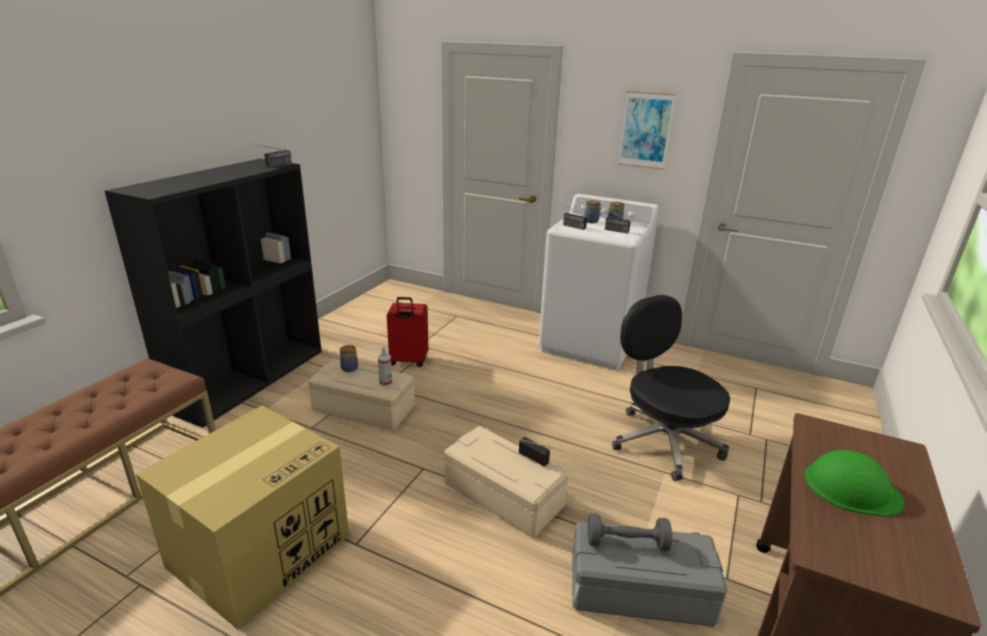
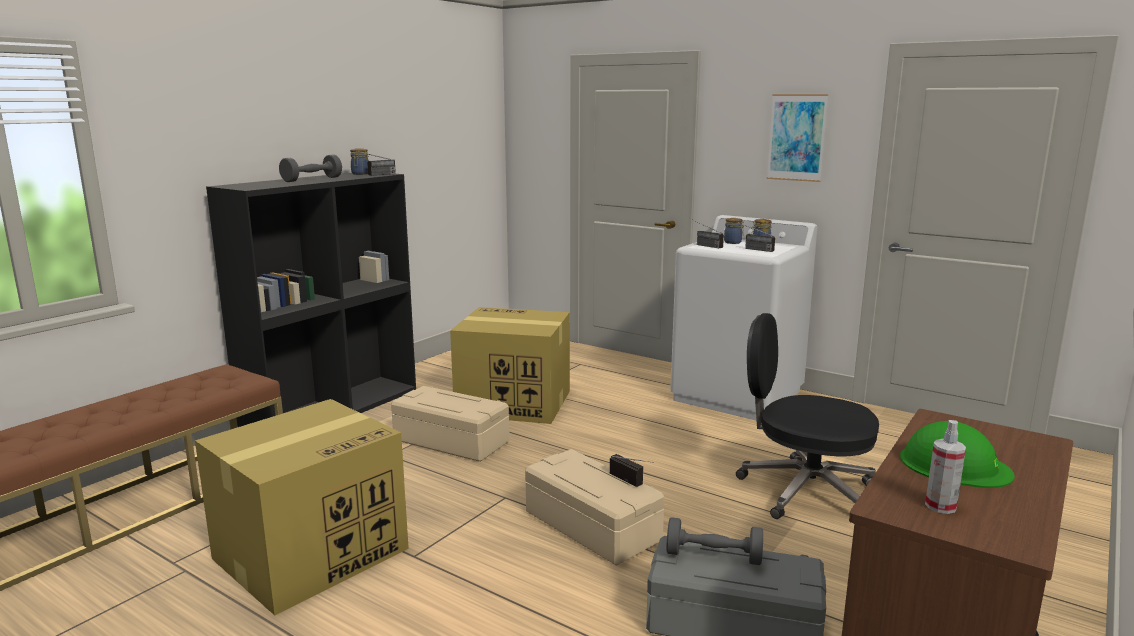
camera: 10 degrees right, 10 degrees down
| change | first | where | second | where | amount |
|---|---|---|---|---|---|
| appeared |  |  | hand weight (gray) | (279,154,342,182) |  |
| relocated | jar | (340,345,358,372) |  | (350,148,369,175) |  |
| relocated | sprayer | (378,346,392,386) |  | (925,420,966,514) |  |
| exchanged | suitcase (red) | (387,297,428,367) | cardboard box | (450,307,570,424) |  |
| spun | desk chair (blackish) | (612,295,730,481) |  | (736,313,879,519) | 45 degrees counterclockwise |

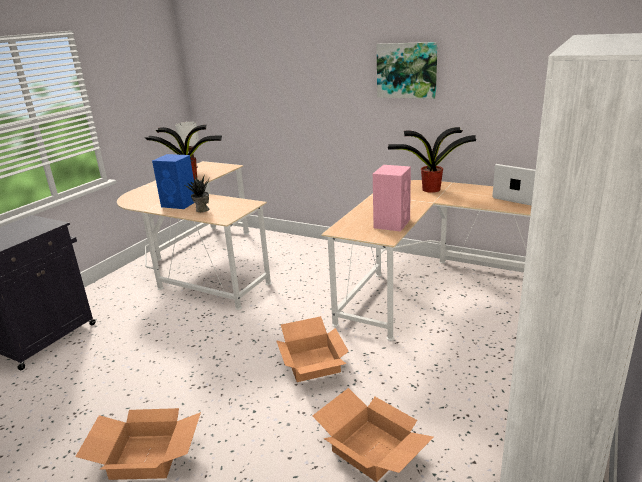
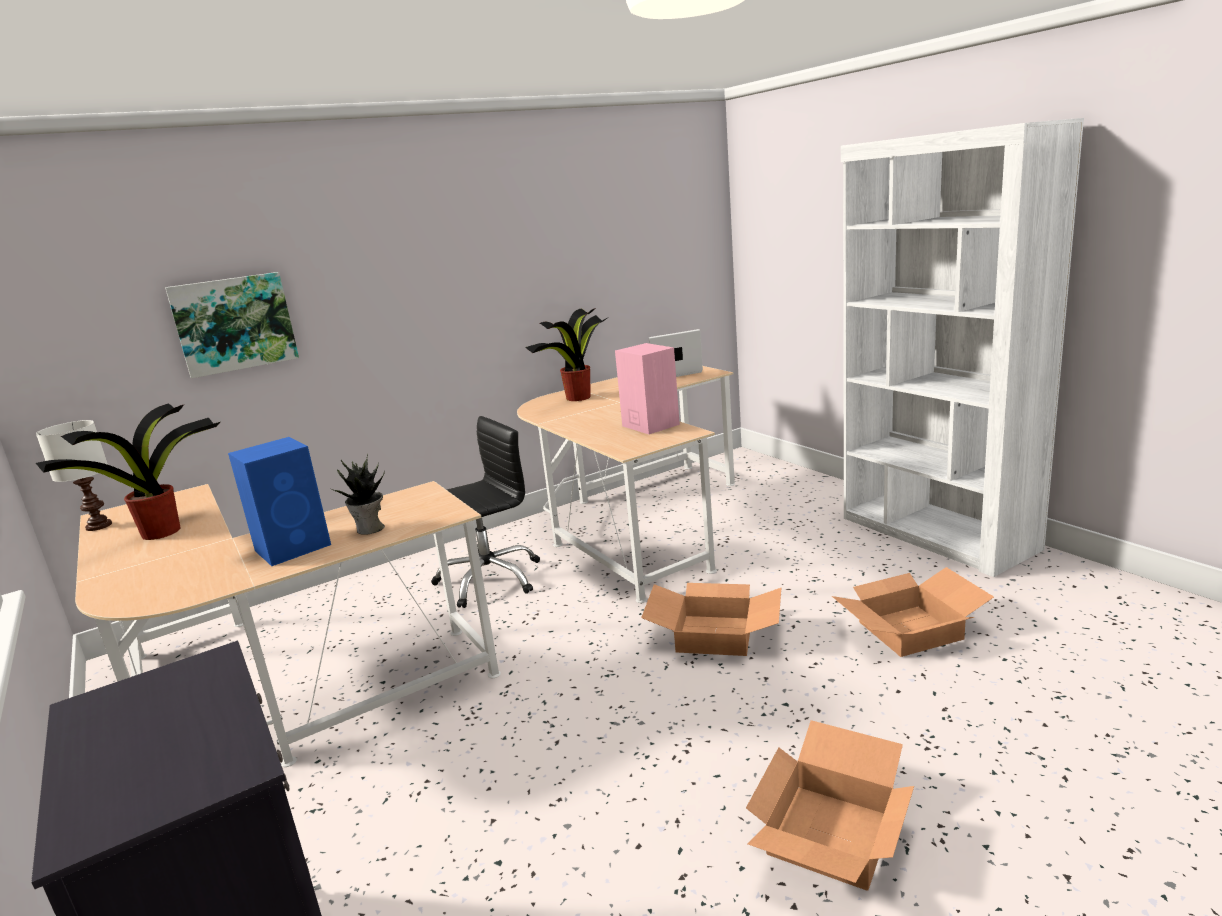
camera: 60 degrees left, 5 degrees down
| change | first | where | second | where | amount |
|---|---|---|---|---|---|
| appeared |  |  | desk chair (blackish) | (431,416,540,608) |  |
| relocated | picture | (377,42,438,99) |  | (165,272,299,378) |  |

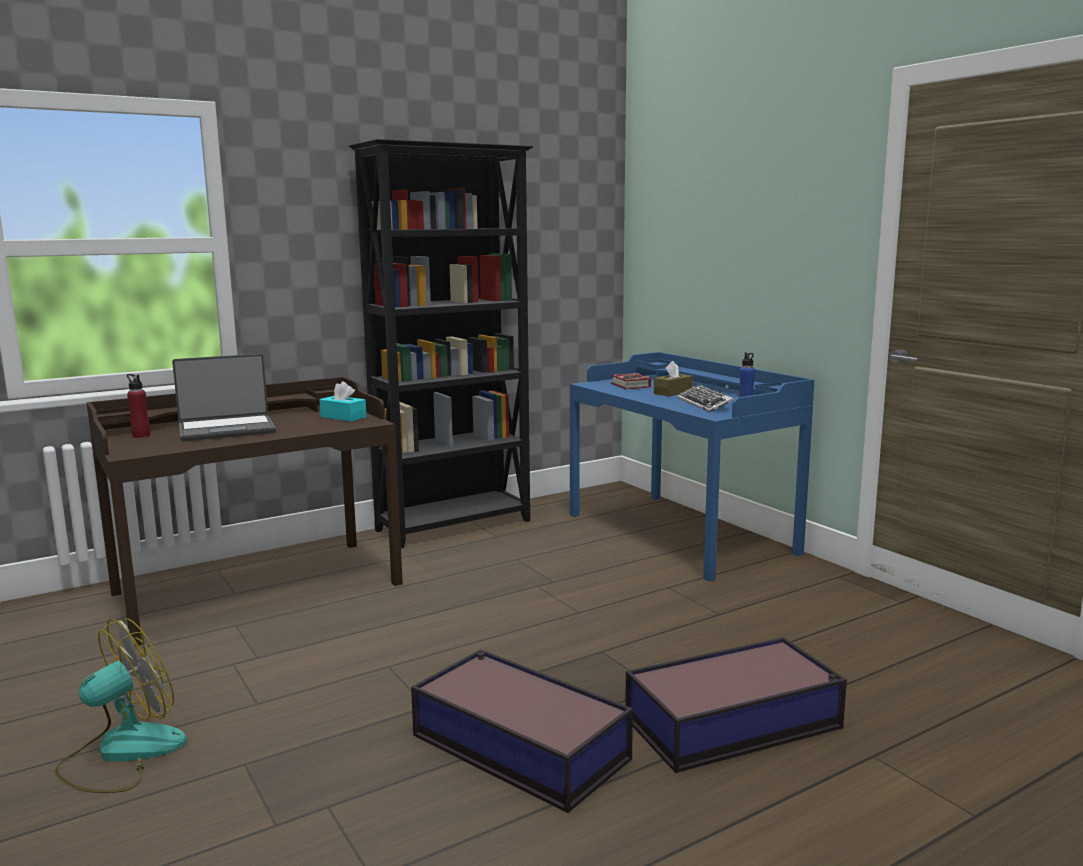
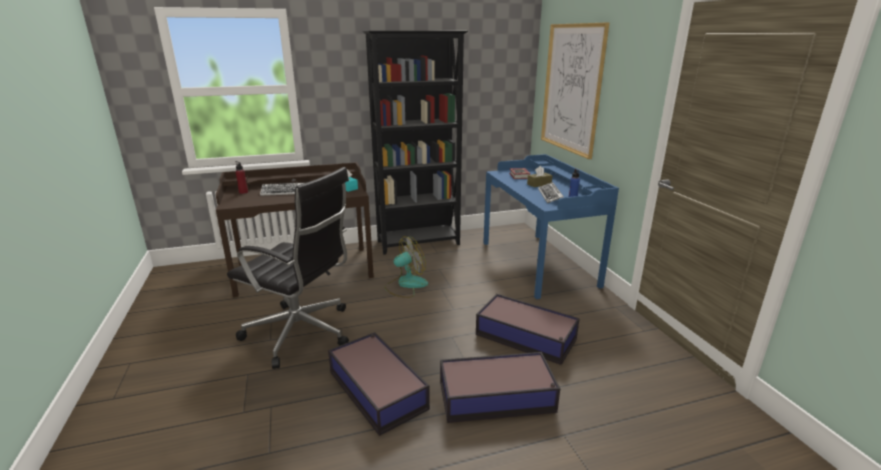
camera: 15 degrees right, 10 degrees up
| change | first | where | second | where | amount |
|---|---|---|---|---|---|
| appeared |  |  | desk chair (blackish) | (227,167,349,369) |  |
| appeared |  |  | storage bin | (476,294,580,365) |  |
| appeared |  |  | picture | (541,22,609,159) |  |
| relocated | cooling fan | (55,618,187,793) |  | (384,236,428,298) |  |
| exchanged | portable computer | (172,354,276,442) | PC keyboard | (260,183,304,196) |  |

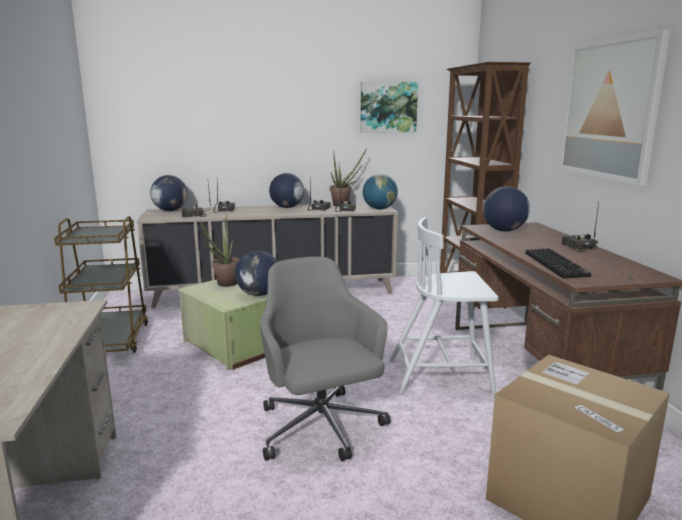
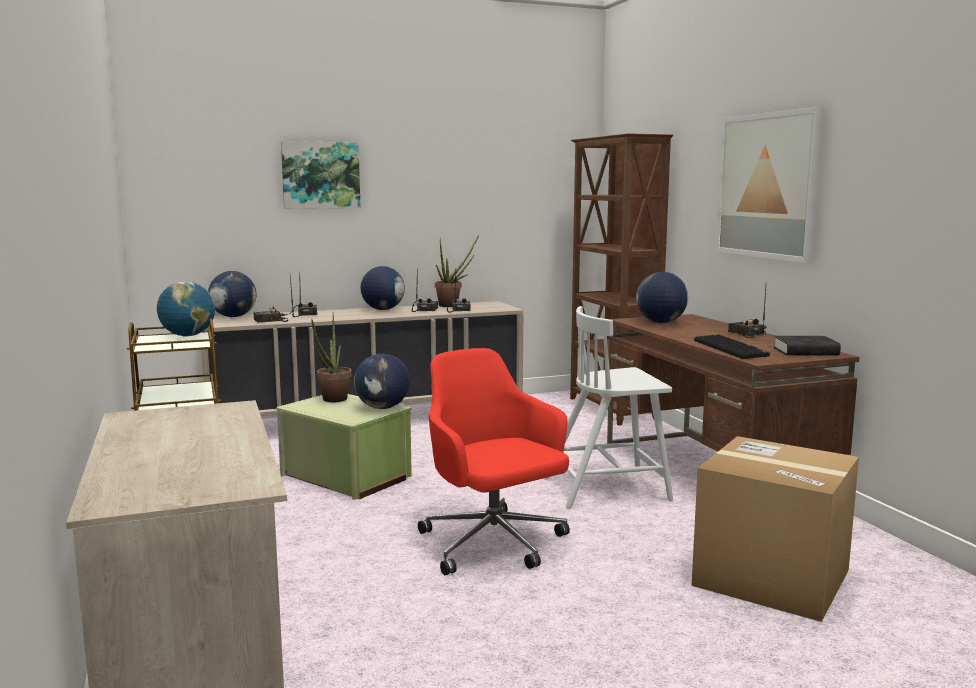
camera: 10 degrees left, 5 degrees down
| change | first | where | second | where | amount |
|---|---|---|---|---|---|
| appeared |  |  | bound book (blackish) | (774,336,841,356) |  |
| relocated | picture | (360,82,418,133) |  | (281,141,361,209) |  |
| relocated | world globe | (363,174,398,210) |  | (157,281,215,337) |  |
| colour | desk chair (gray) | (260,256,390,461) | desk chair (red) | (418,348,570,575) |  |

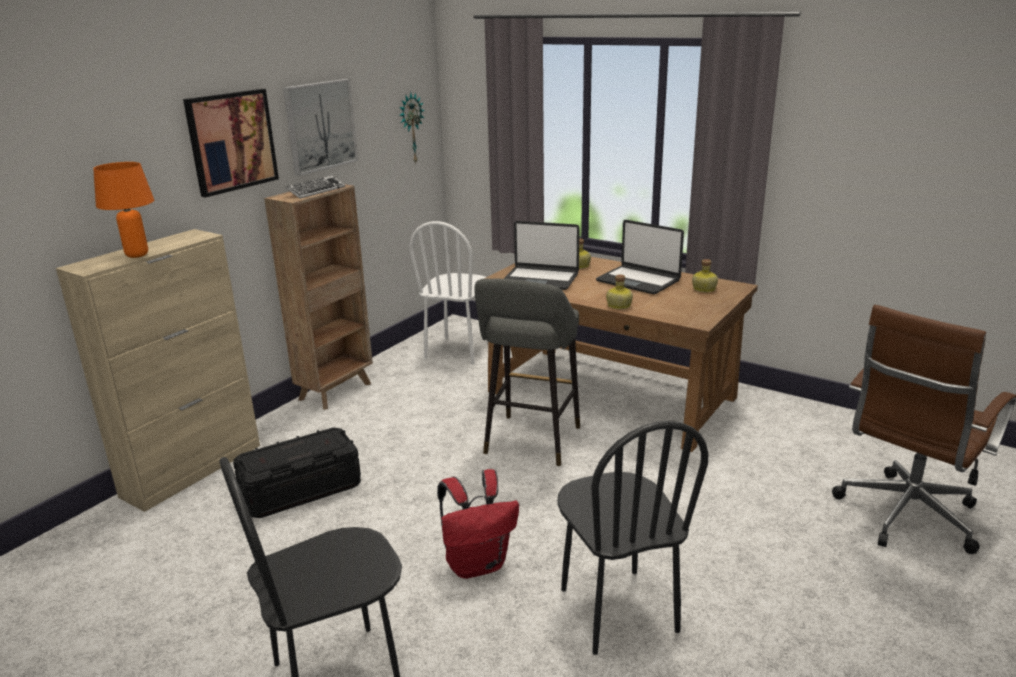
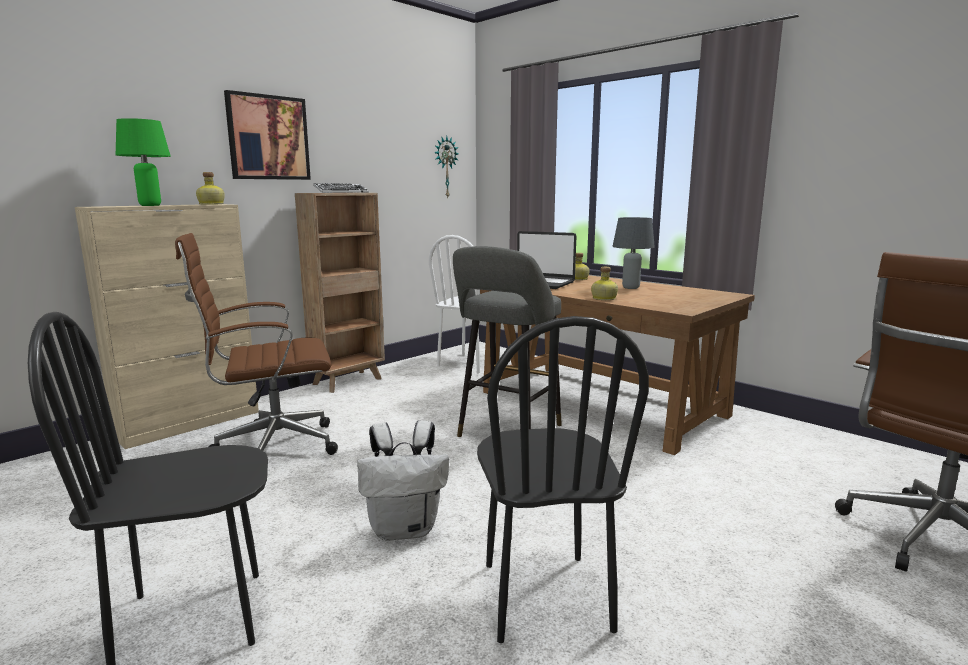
camera: 10 degrees right, 10 degrees down
| change | first | where | second | where | amount |
|---|---|---|---|---|---|
| missing | picture | (283,79,358,176) |  |  |  |
| relocated | bottle | (692,259,718,292) |  | (196,172,225,205) |  |
| exchanged | storage bin (blackish) | (233,427,361,518) | desk chair (brownish) | (175,233,338,455) |  |
| exchanged | portable computer | (596,220,684,294) | tabletop lamp (gray) | (612,217,655,289) |  |
| colour | tabletop lamp (orangey) | (93,162,154,258) | tabletop lamp (green-coloured) | (116,118,171,206) |  |
| colour | knapsack (red) | (437,469,519,579) | knapsack (white-coloured) | (357,420,449,541) |  |

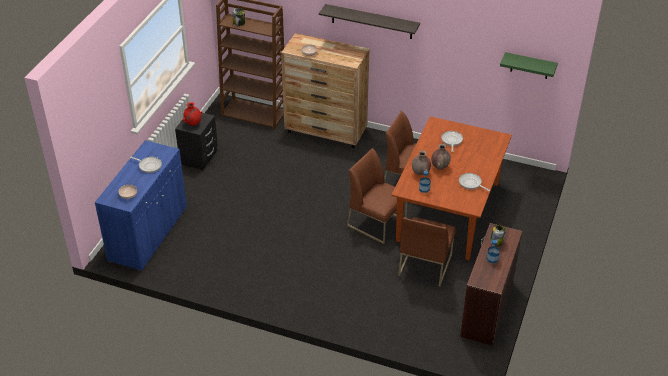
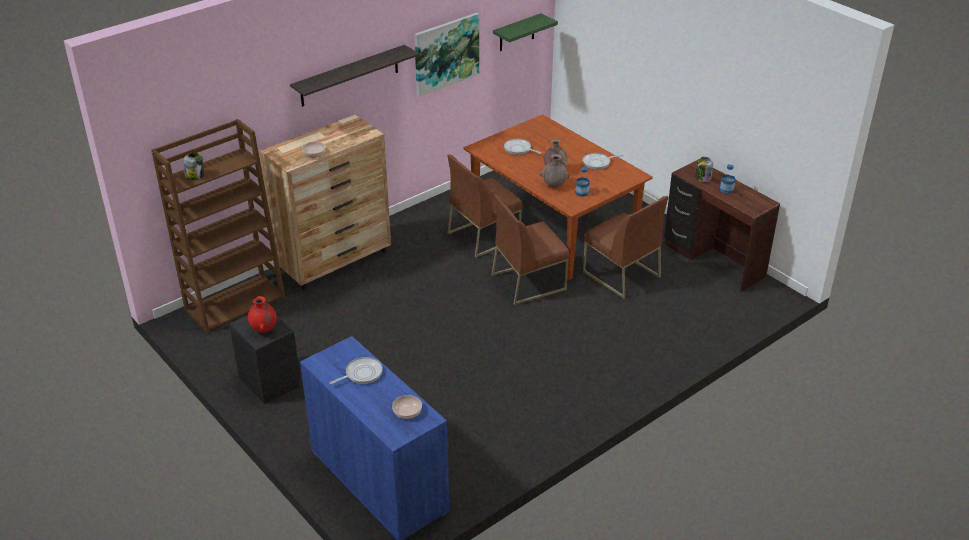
camera: 60 degrees left, 5 degrees down
| change | first | where | second | where | amount |
|---|---|---|---|---|---|
| appeared |  |  | picture | (414,13,479,97) |  |

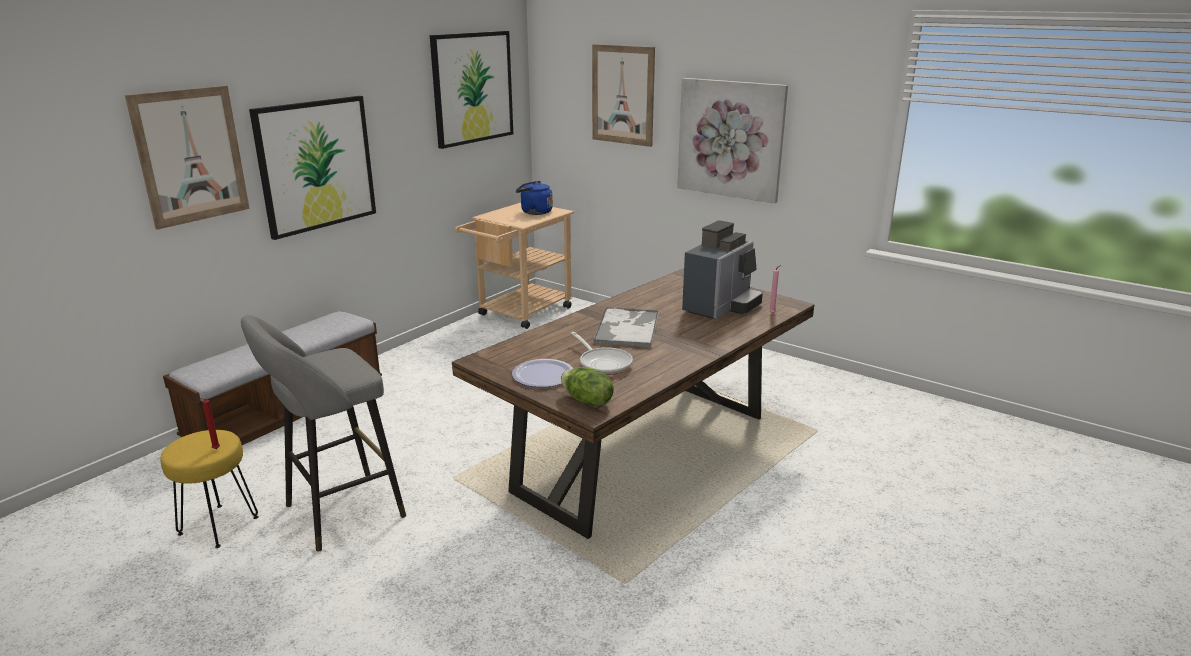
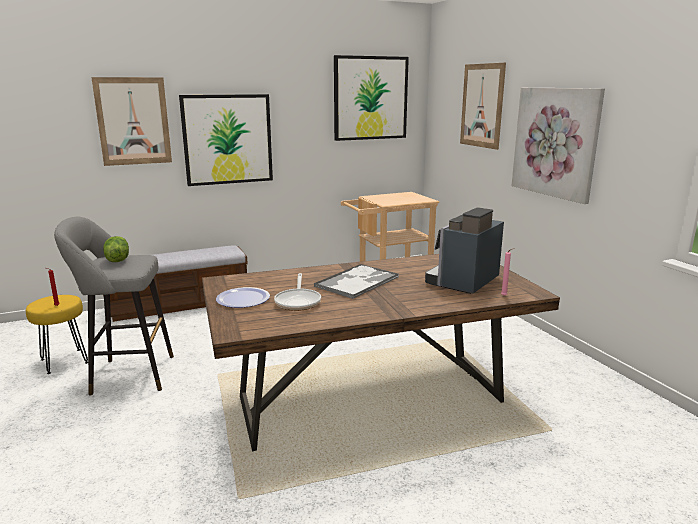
camera: 30 degrees right, 5 degrees down
| change | first | where | second | where | amount |
|---|---|---|---|---|---|
| missing | water kettle (blue) | (516,181,553,215) |  |  |  |
| relocated | head of lettuce | (561,367,614,407) |  | (103,236,129,262) |  |
| spun | coffee machine | (682,220,763,319) |  | (425,207,504,294) | 150 degrees clockwise |

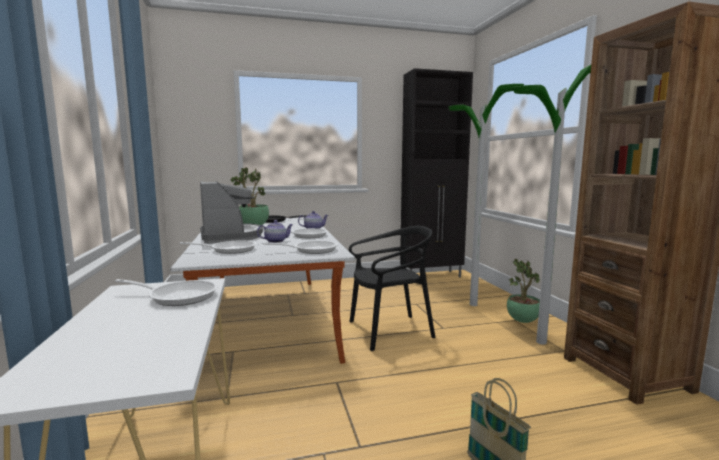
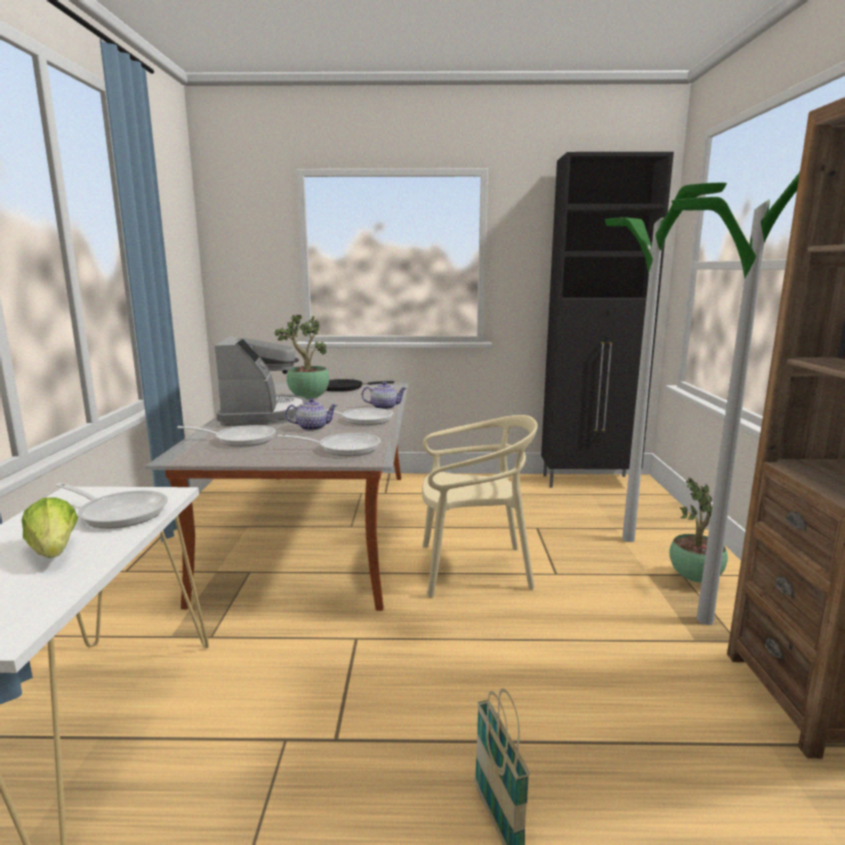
camera: 15 degrees right, 5 degrees up
| change | first | where | second | where | amount |
|---|---|---|---|---|---|
| appeared |  |  | head of lettuce | (22,497,78,558) |  |
| colour | upright chair (blackish) | (349,226,435,351) | upright chair (beige) | (422,415,538,598) |  |

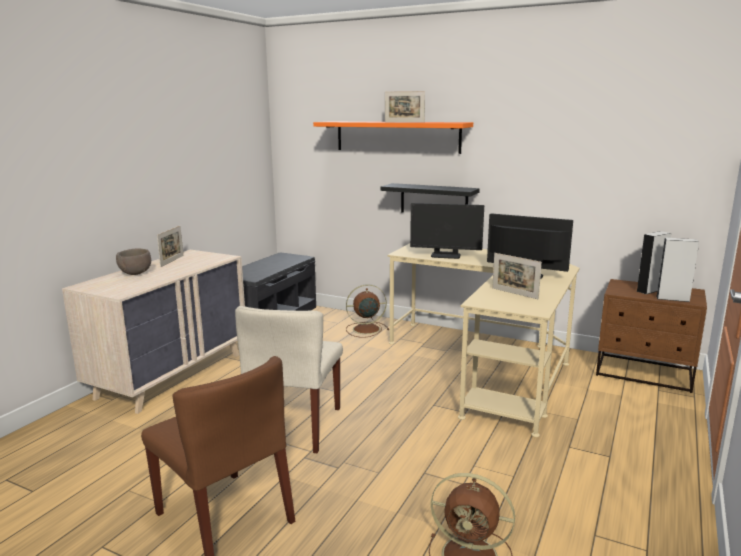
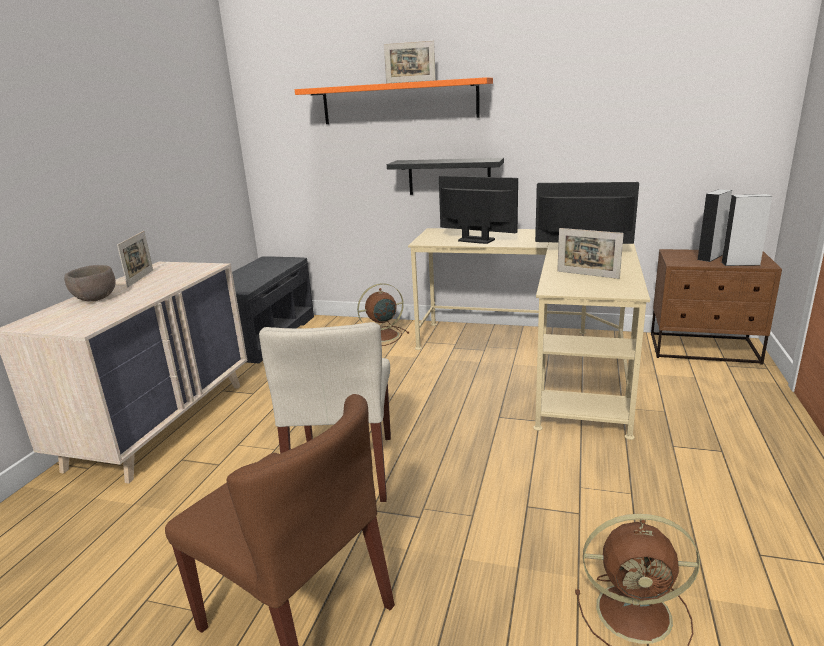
camera: 10 degrees left, 5 degrees up
| change | first | where | second | where | amount |
|---|---|---|---|---|---|
| spun | monitor | (410,203,484,259) |  | (439,176,518,244) | 150 degrees counterclockwise |

